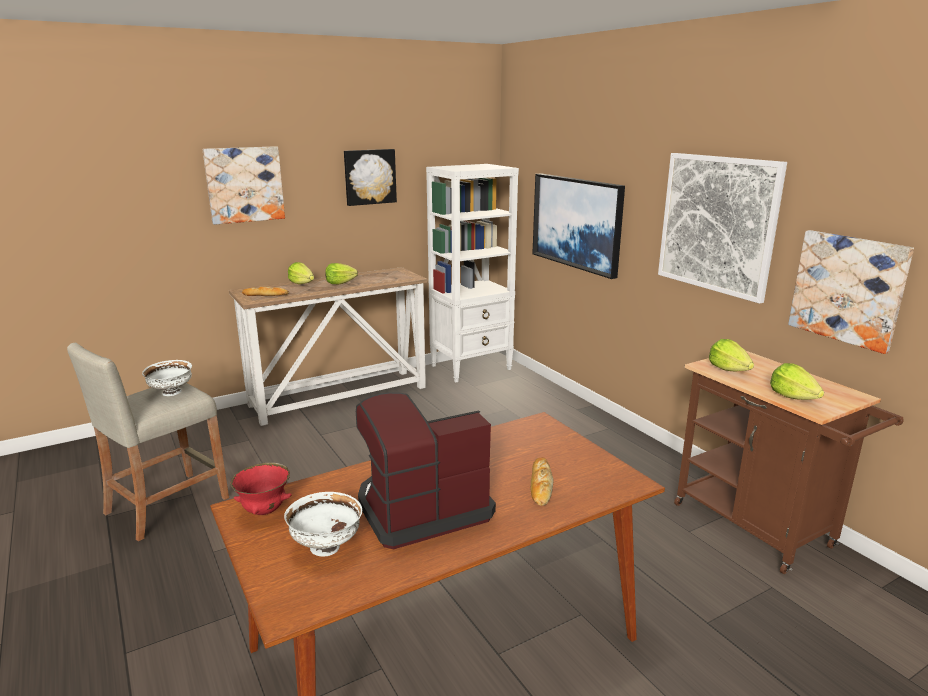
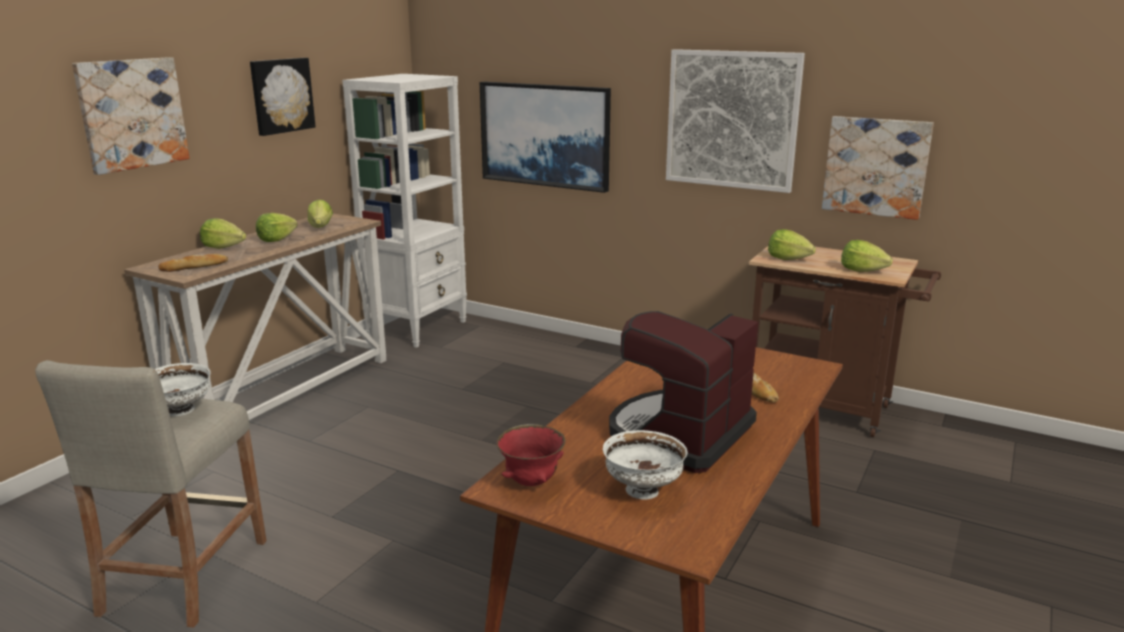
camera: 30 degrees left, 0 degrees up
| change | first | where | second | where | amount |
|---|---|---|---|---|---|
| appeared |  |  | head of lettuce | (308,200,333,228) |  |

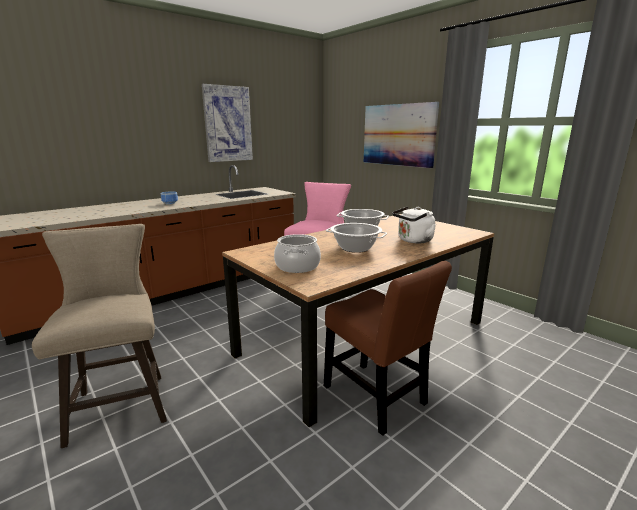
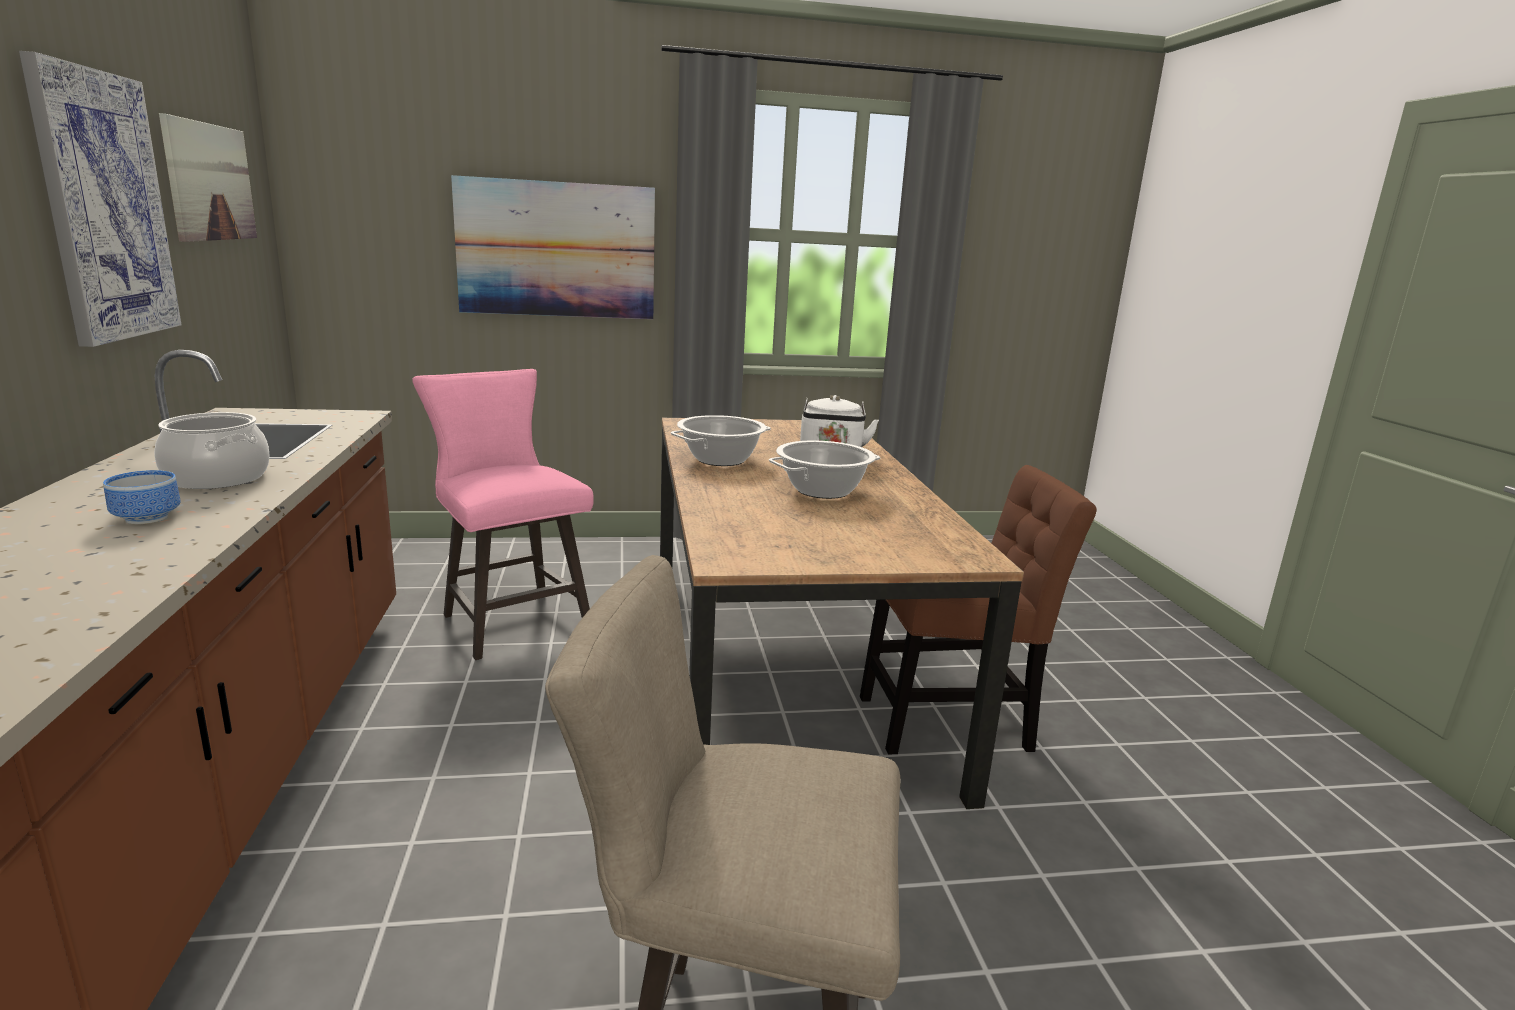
camera: 60 degrees left, 0 degrees up
| change | first | where | second | where | amount |
|---|---|---|---|---|---|
| appeared |  |  | picture | (159,113,257,242) |  |
| relocated | stockpot | (274,234,321,273) |  | (154,412,270,489) |  |

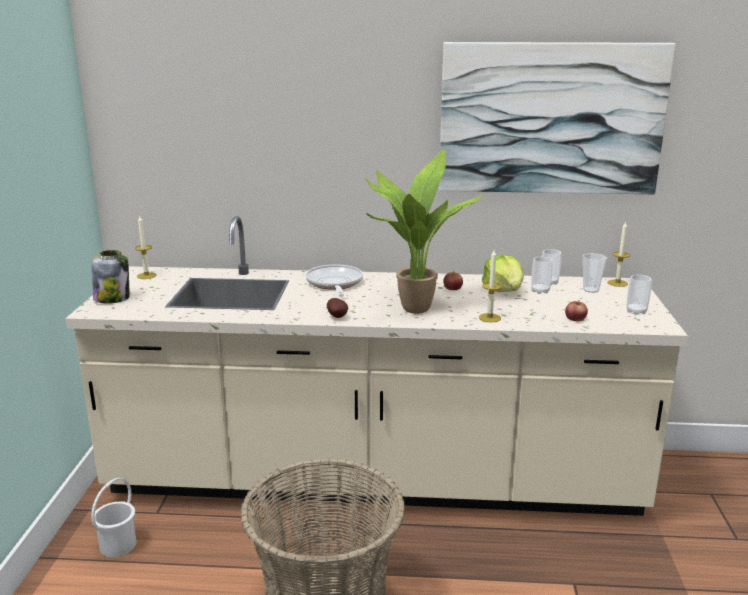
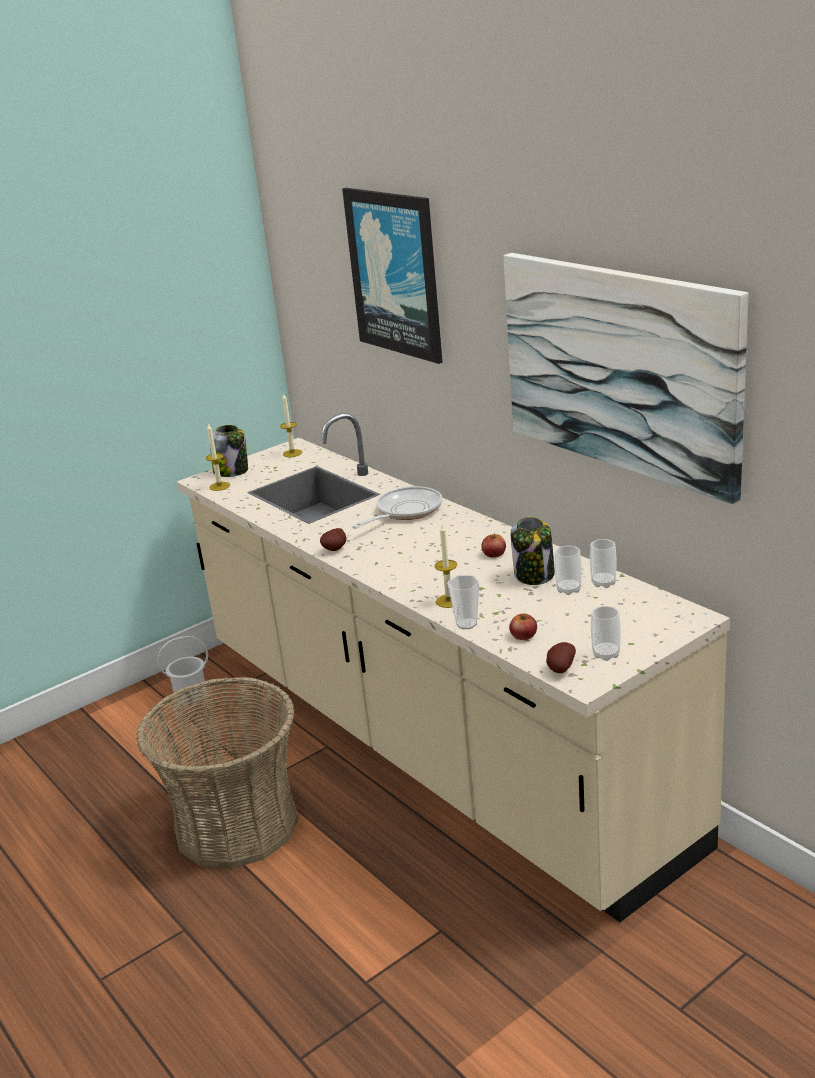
camera: 50 degrees right, 5 degrees up
| change | first | where | second | where | amount |
|---|---|---|---|---|---|
| missing | potted plant | (365,149,483,314) |  |  |  |
| appeared |  |  | picture | (342,188,443,364) |  |
| appeared |  |  | whole potato | (546,642,576,673) |  |
| relocated | cup | (583,253,607,293) |  | (447,575,479,629) |  |
| relocated | wax candle | (607,221,630,287) |  | (206,423,230,491) |  |
| exchanged | head of lettuce | (482,255,524,292) | jar | (511,517,555,585) |  |

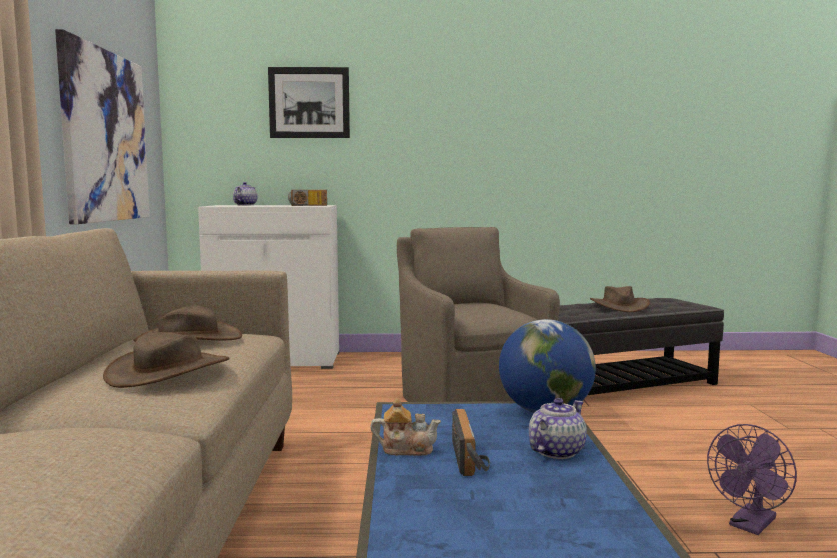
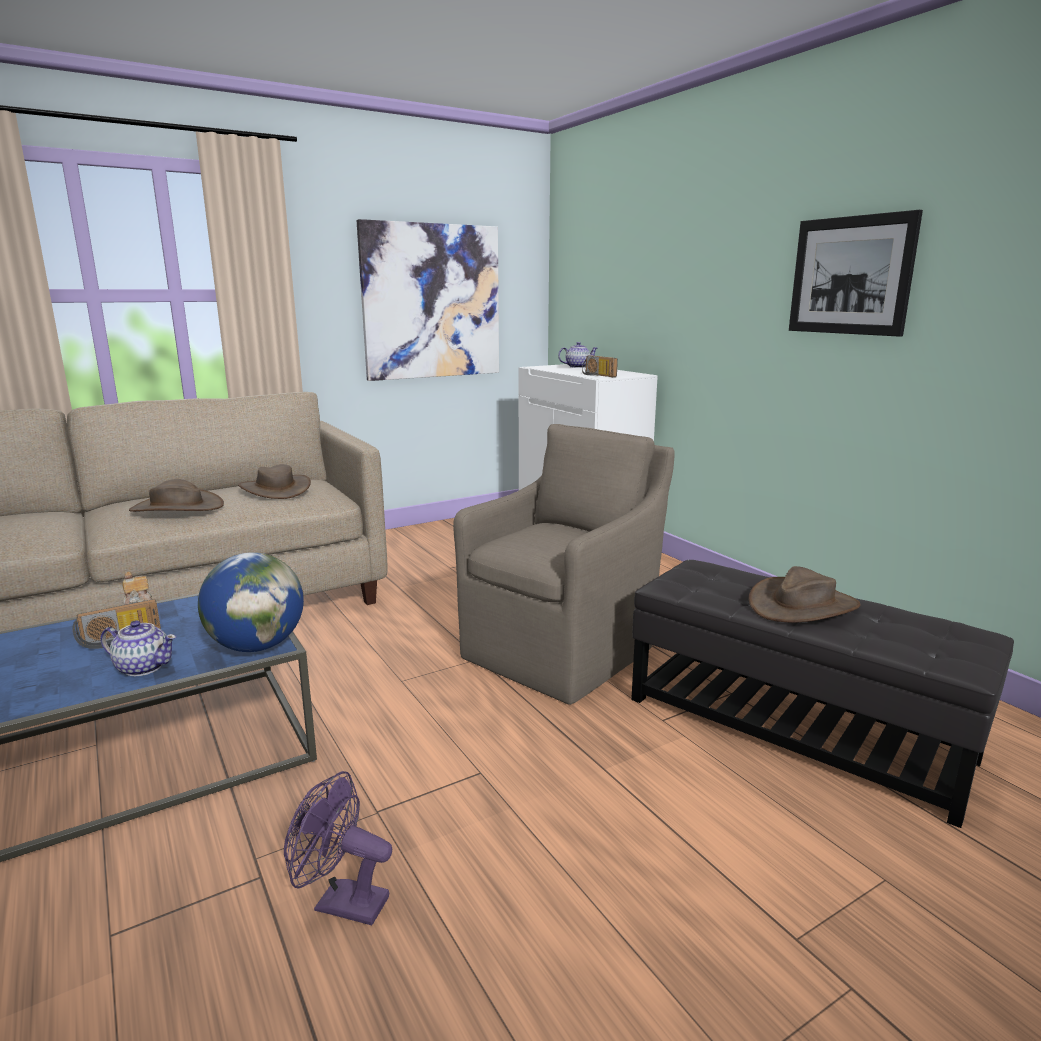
camera: 60 degrees right, 10 degrees up
| change | first | where | second | where | amount |
|---|---|---|---|---|---|
| relocated | picture | (268,67,350,138) |  | (789,210,923,337) |  |

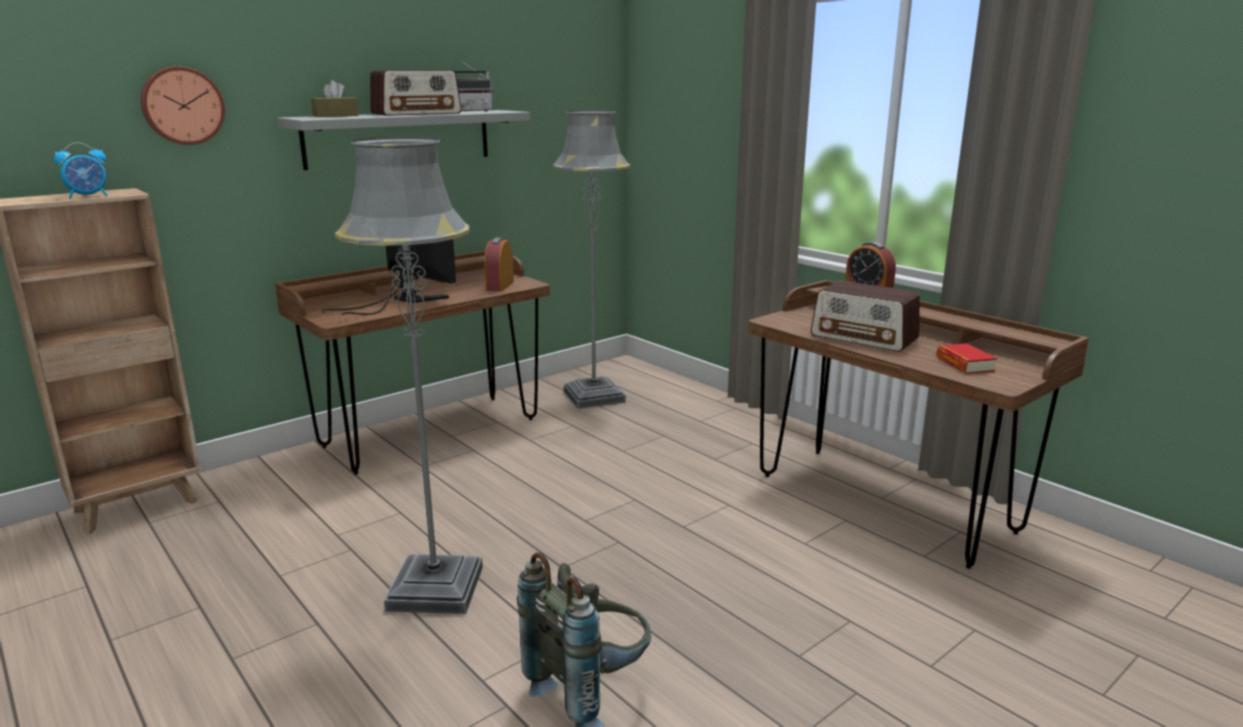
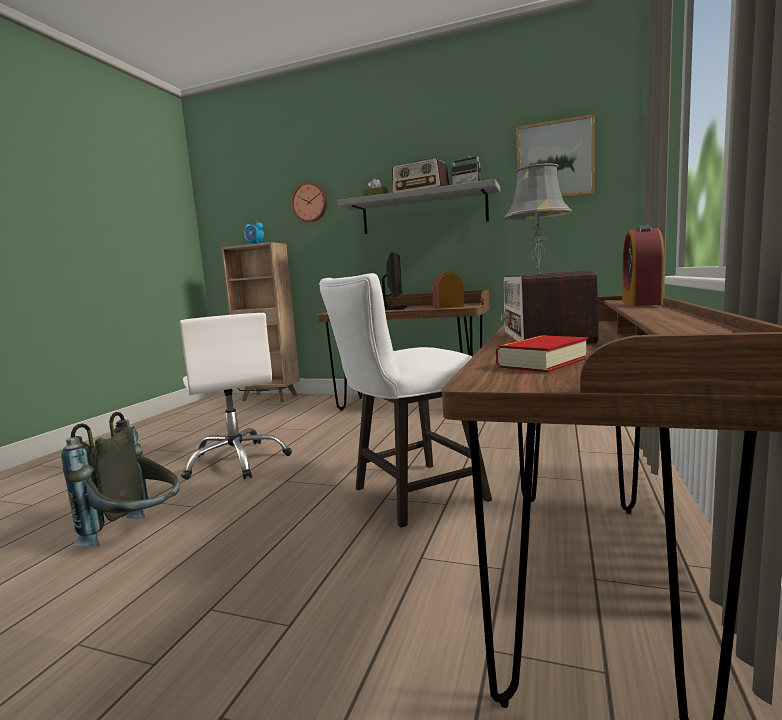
camera: 60 degrees right, 10 degrees down
| change | first | where | second | where | amount |
|---|---|---|---|---|---|
| appeared |  |  | stool (white-coloured) | (319,273,492,528) |  |
| appeared |  |  | picture | (516,114,595,197) |  |
| exchanged | standing lamp (gray) | (335,137,483,614) | desk chair (white-coloured) | (180,313,292,480) |  |

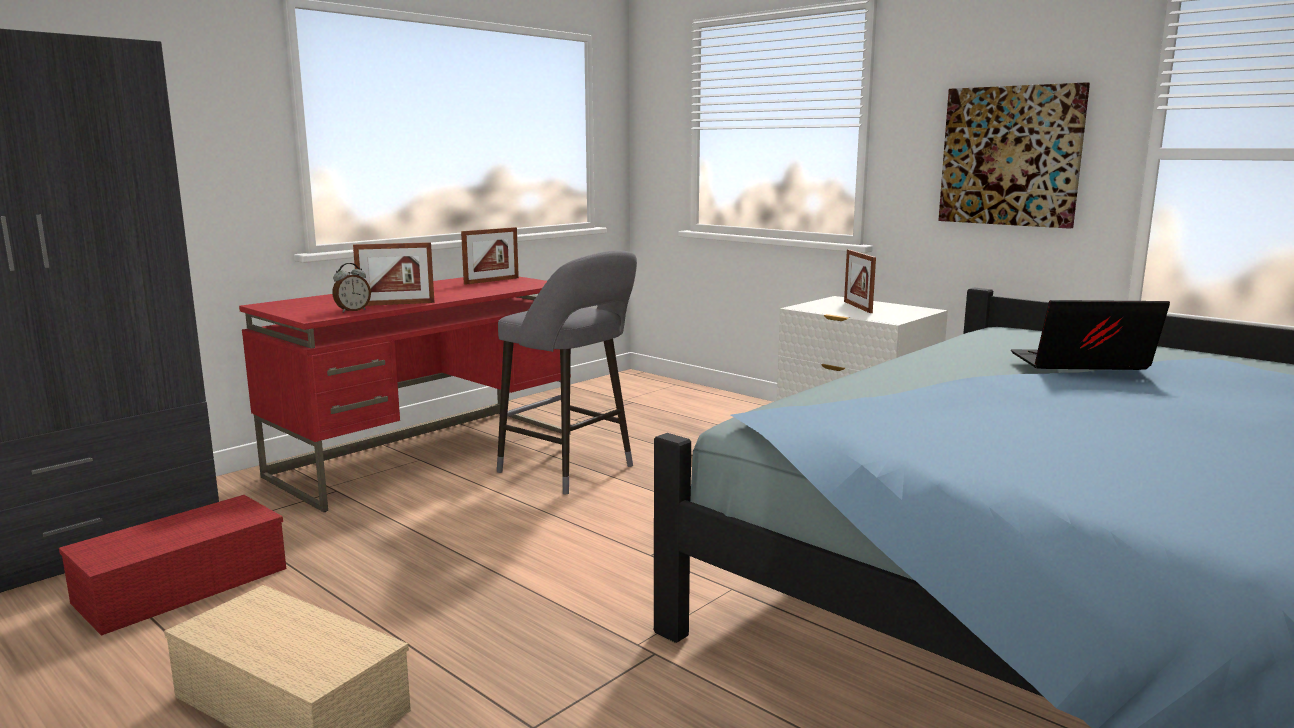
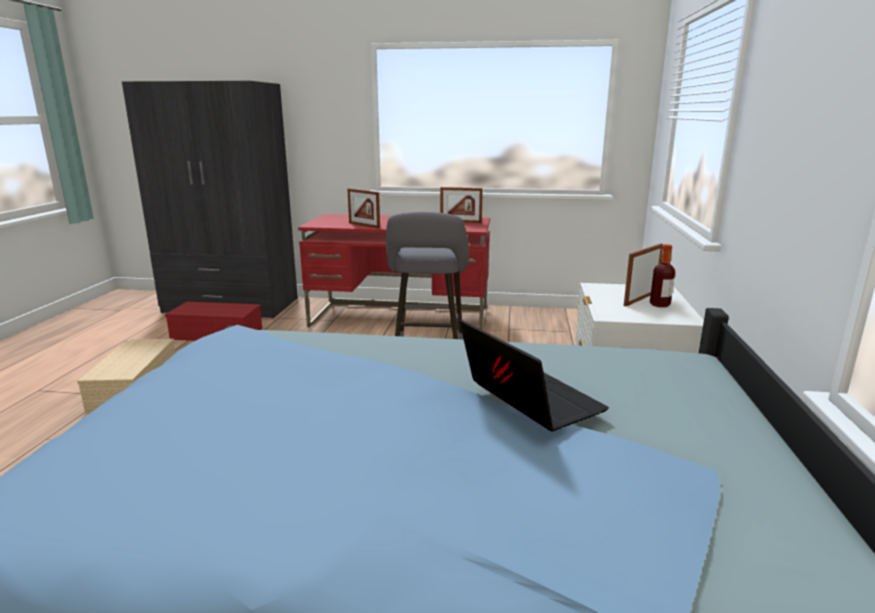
camera: 55 degrees right, 5 degrees up
| change | first | where | second | where | amount |
|---|---|---|---|---|---|
| missing | alarm clock | (332,263,371,313) |  |  |  |
| missing | picture | (938,82,1090,229) |  |  |  |
| appeared |  |  | bottle | (650,244,675,307) |  |

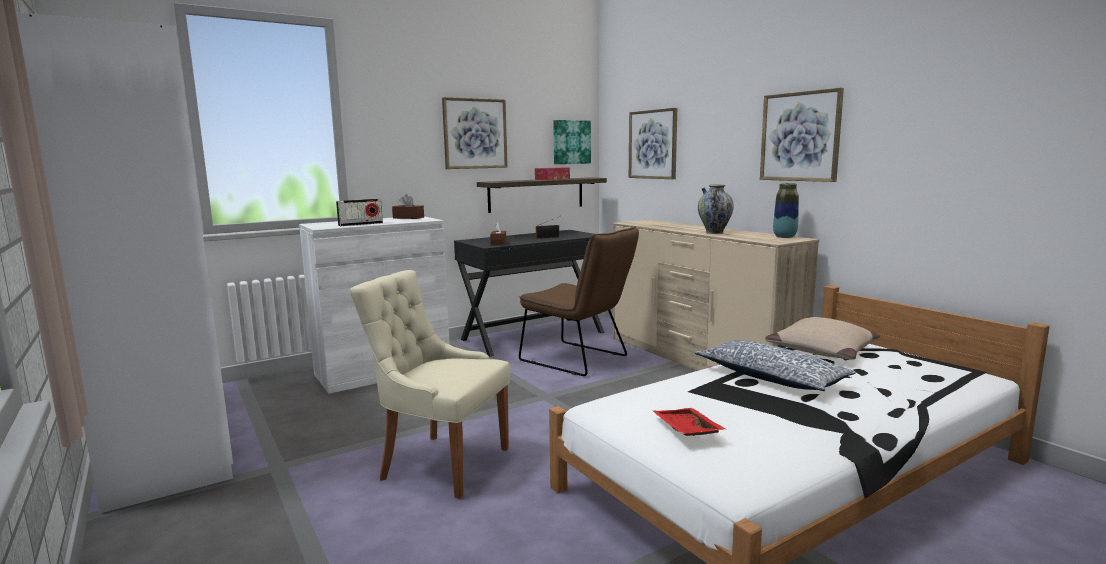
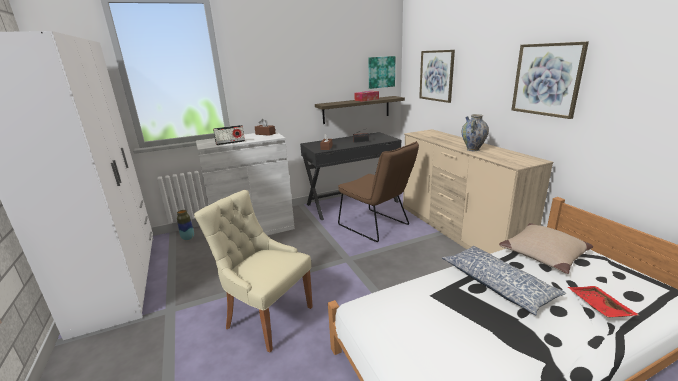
camera: 10 degrees right, 10 degrees up
| change | first | where | second | where | amount |
|---|---|---|---|---|---|
| missing | picture | (442,97,508,169) |  |  |  |
| relocated | serving tray (red) | (653,408,726,436) |  | (568,286,639,317) |  |
| relocated | flower vase | (773,183,799,238) |  | (177,210,194,240) |  |

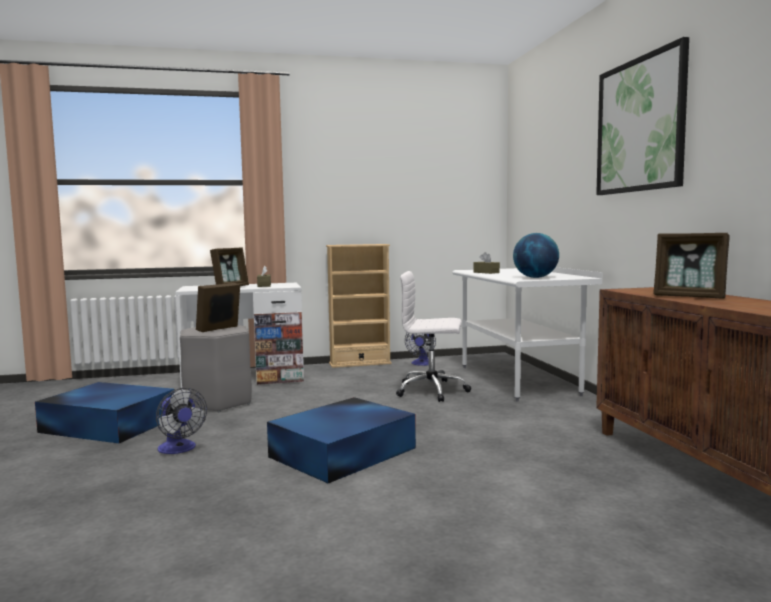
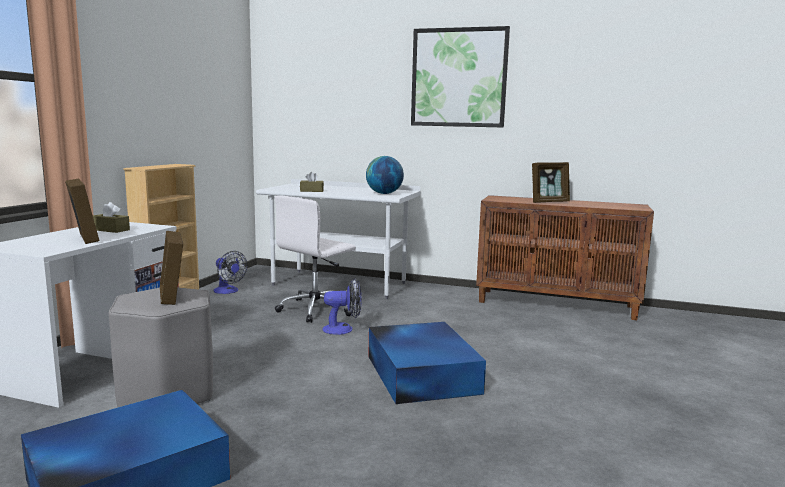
camera: 60 degrees left, 5 degrees up
| change | first | where | second | where | amount |
|---|---|---|---|---|---|
| relocated | cooling fan | (156,388,207,454) |  | (322,278,362,335) |  |

